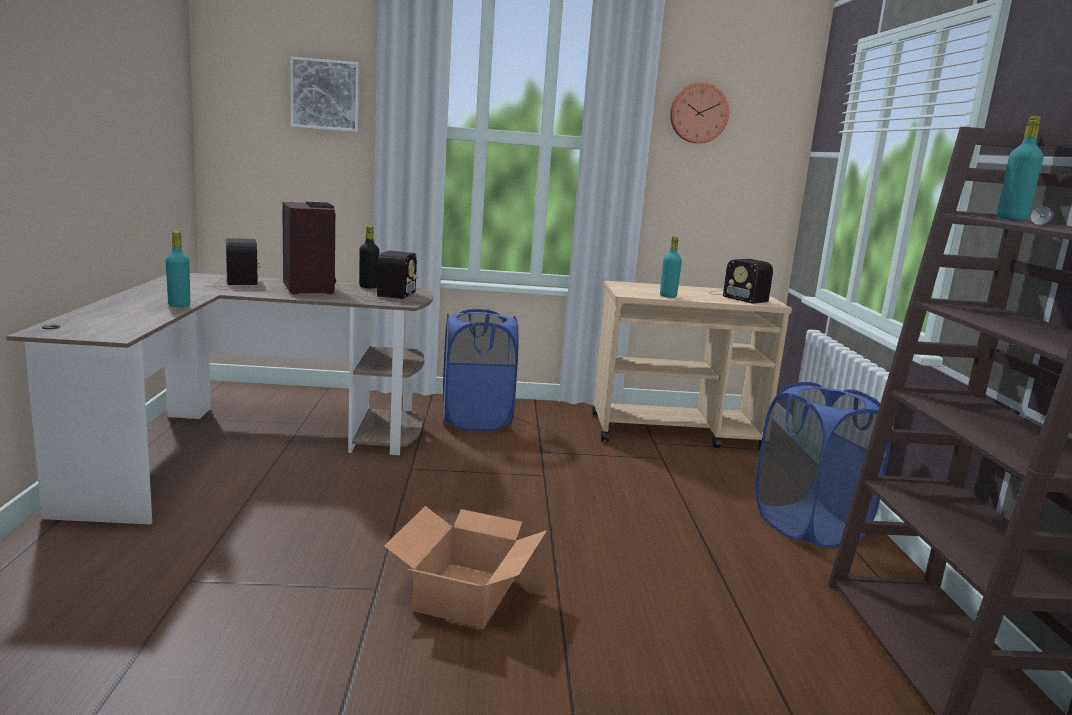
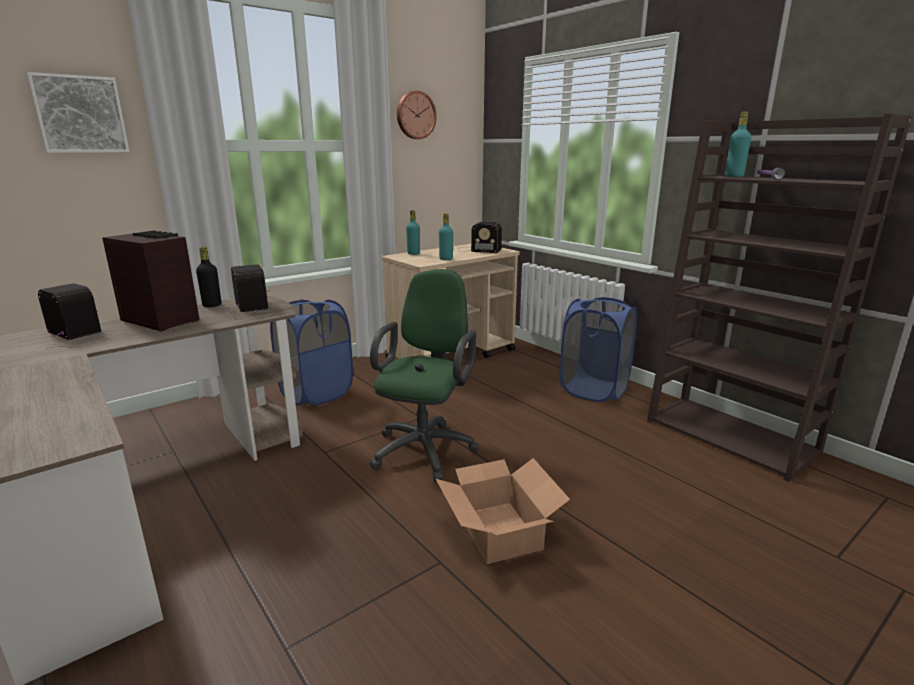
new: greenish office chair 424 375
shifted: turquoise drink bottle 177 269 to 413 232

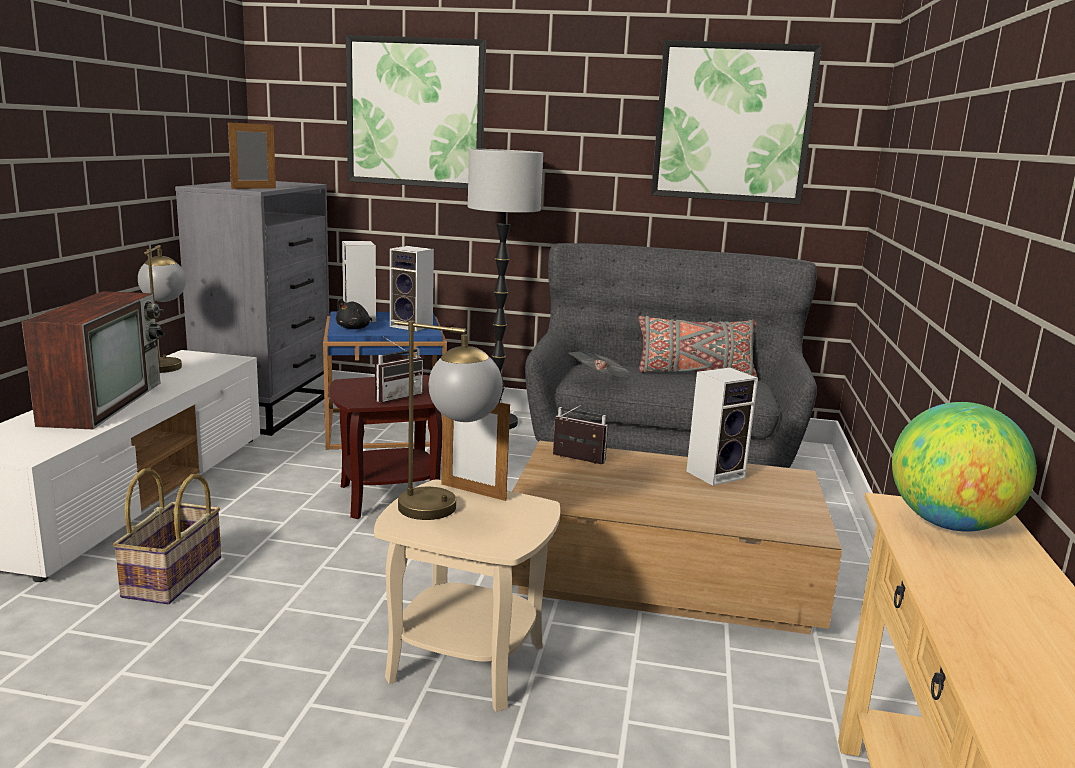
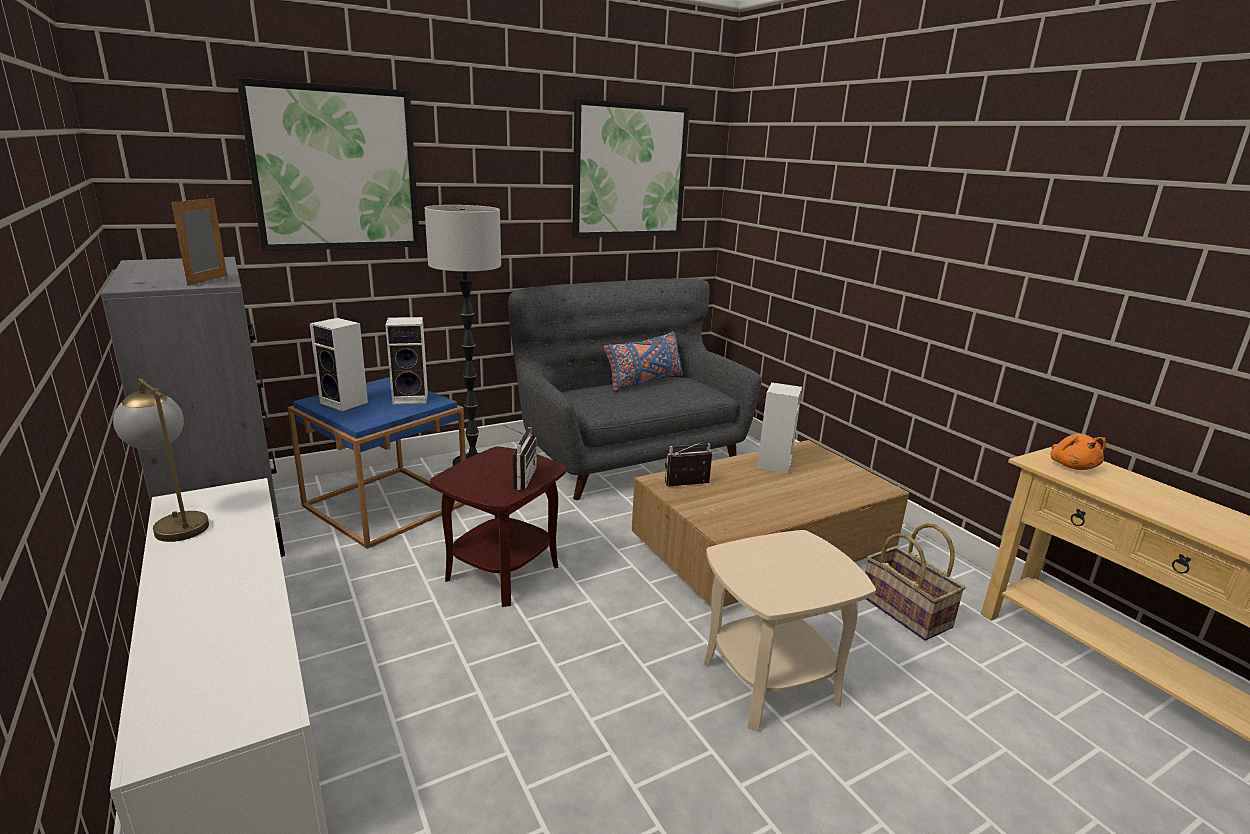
gone: TV 93 360; black soft toy 354 314; tabletop lamp 448 420; standing frame 475 451; newspaper 599 364
shifted: storage basket 167 536 to 915 582
swapped: desk globe 964 467 to orange soft toy 1078 452
repainted: gray throw pillow 697 346 to bluish throw pillow 643 361

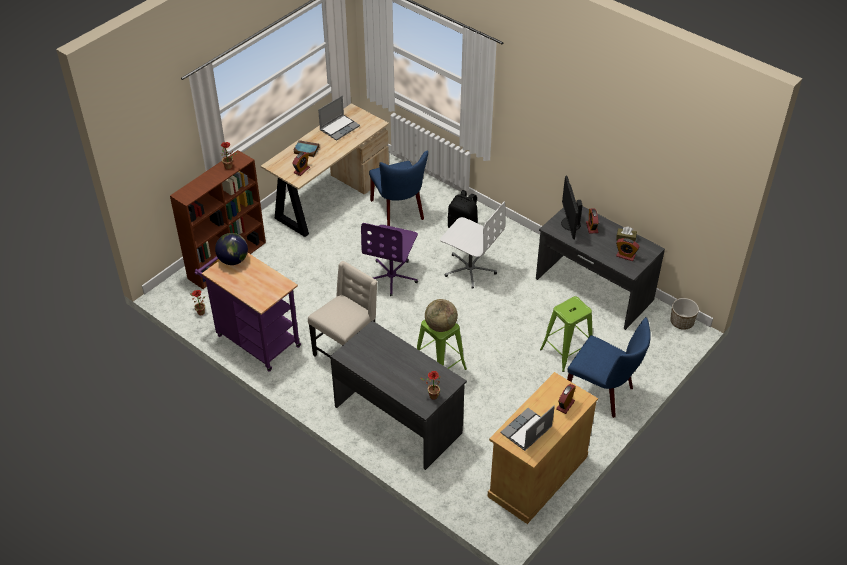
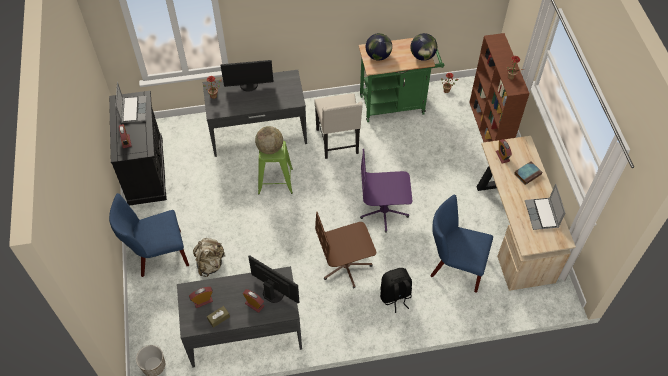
new: computer screen 247 76; desk globe 379 47
swapped: greenish stool seat 566 334 to sand-coloured knapsack 209 257
repainted: purple-coloured wheeled cart 247 312 to greenish wheeled cart 401 80; white office chair 472 245 to brownish office chair 345 250; sand-coloured storage cabinet 542 448 to black storage cabinet 138 148
rotated: purple-coloured office chair 389 259 = 386 191 60 degrees counterclockwise

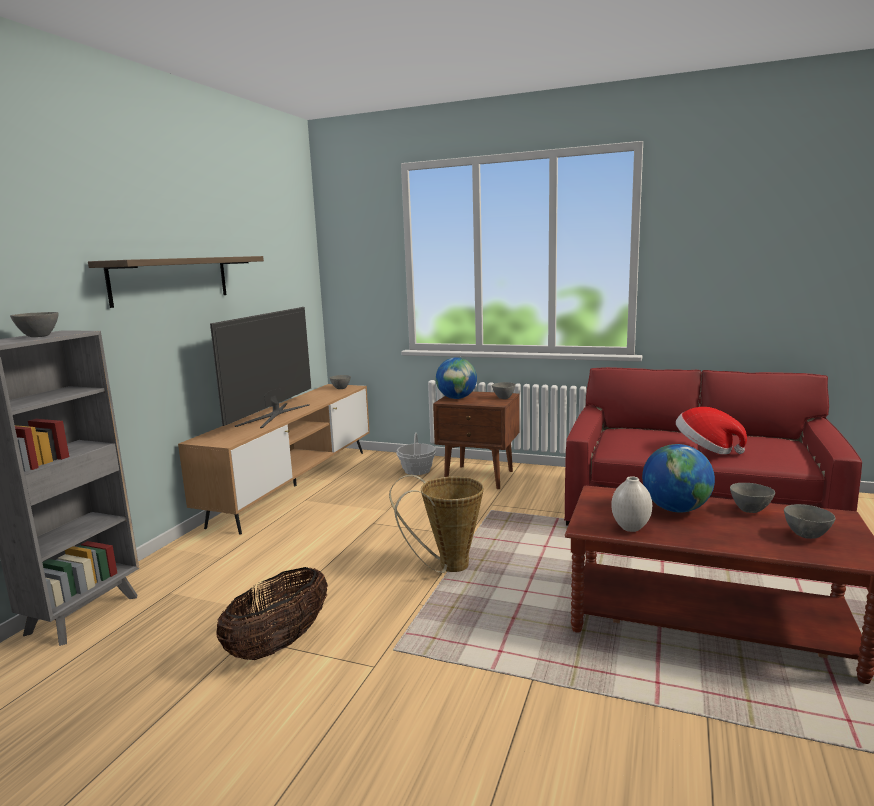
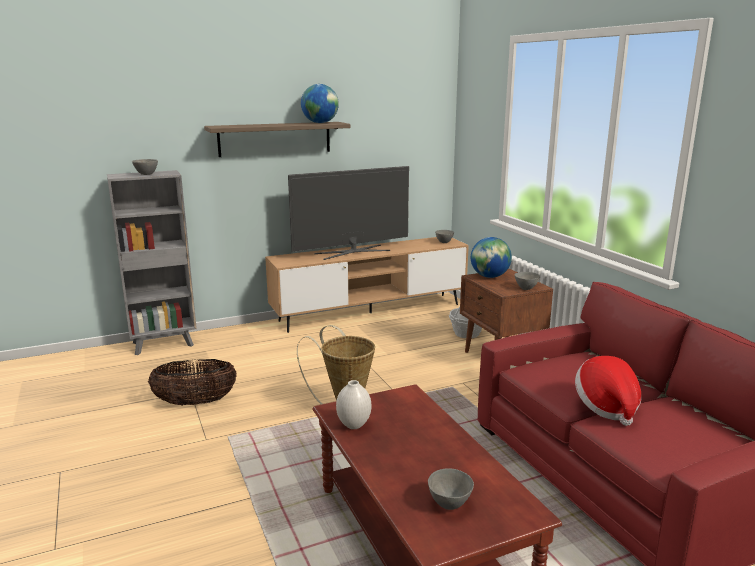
gone: gray deep dish 752 498
shifted: desk globe 678 478 to 320 103

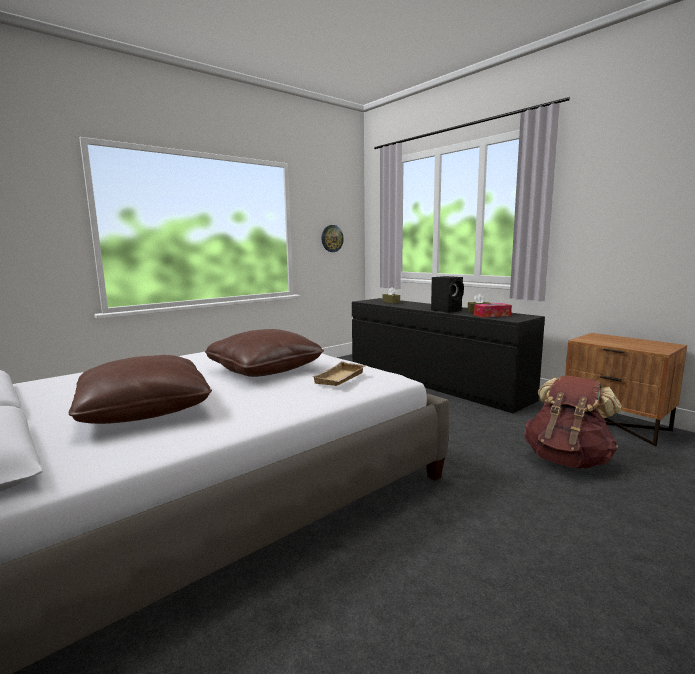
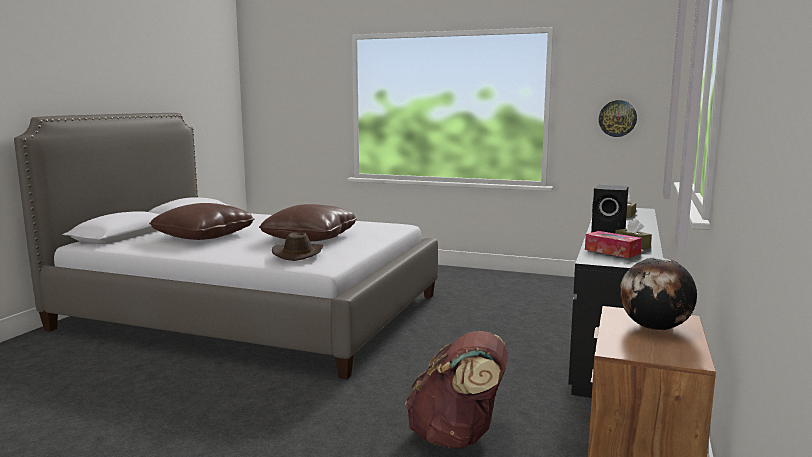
new: desk globe 658 293
swapped: sand-coloured serving tray 339 373 to brownish hat 297 246

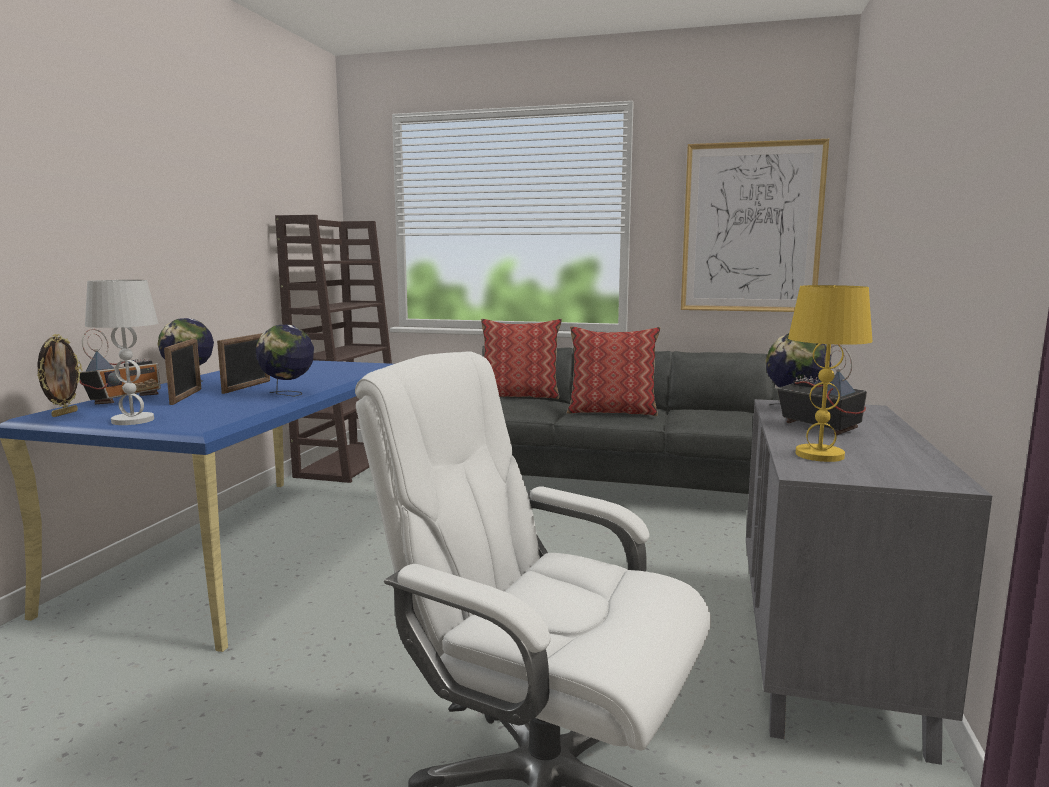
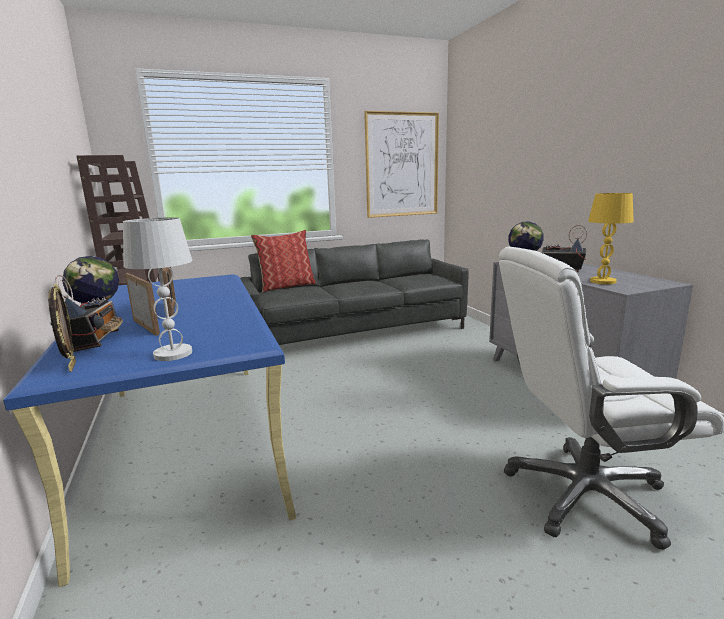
gone: desk globe 285 361; throw pillow 614 371

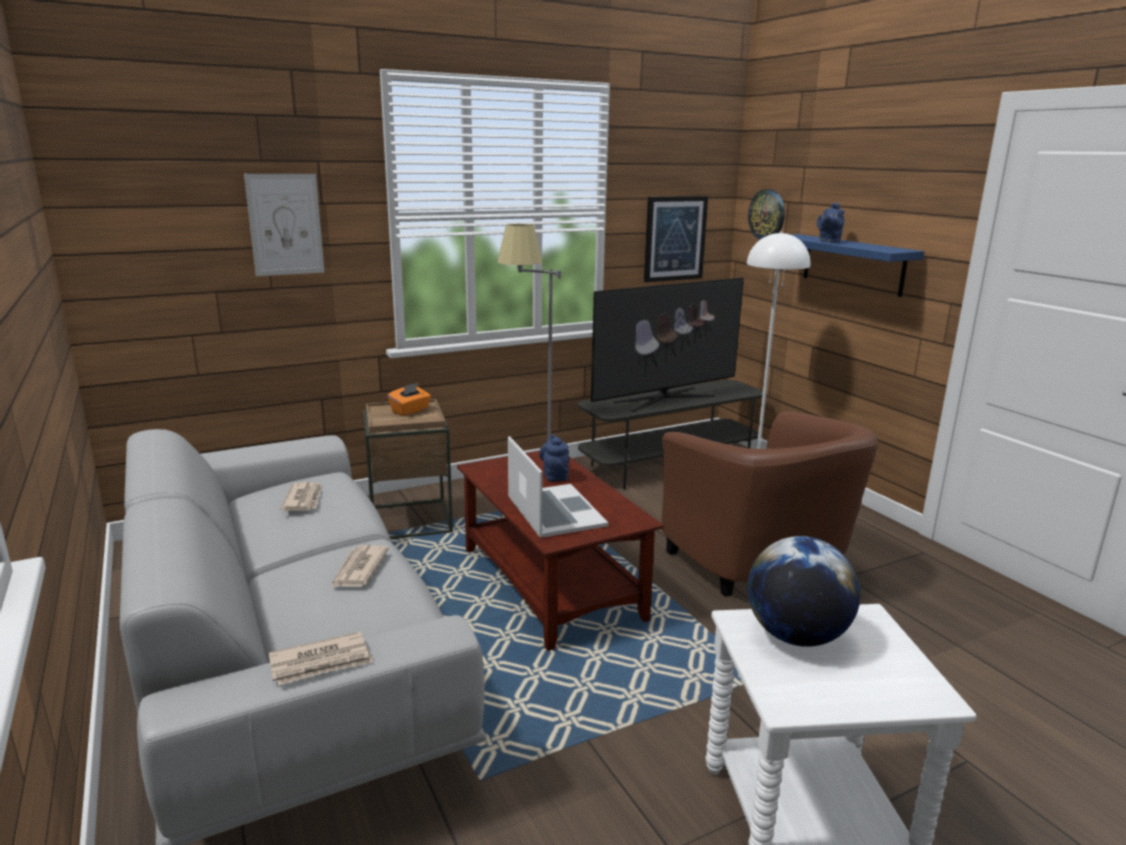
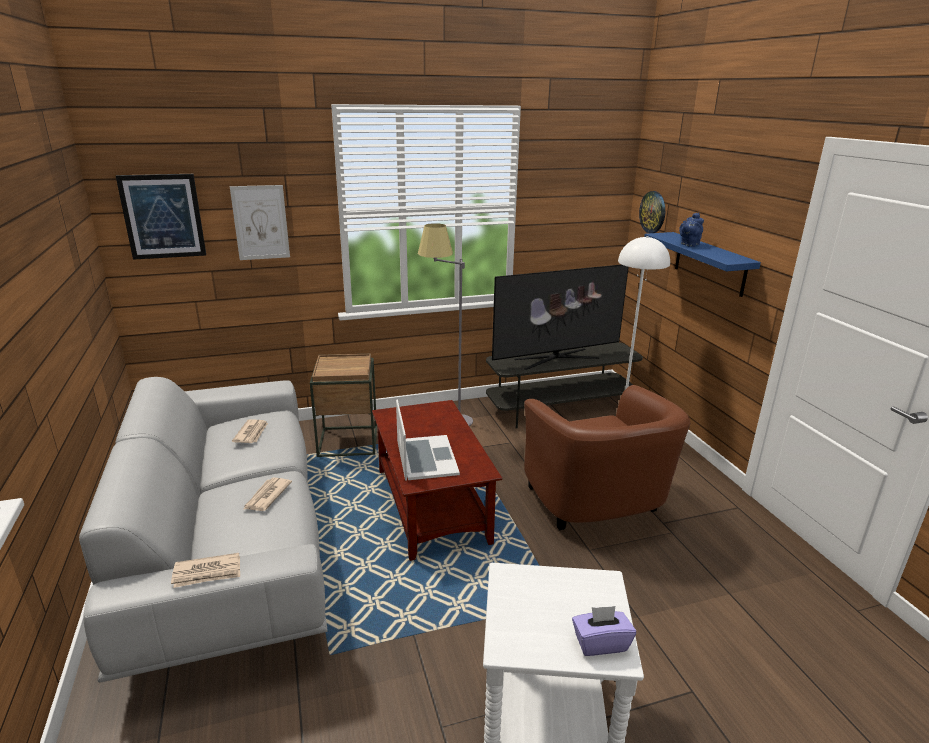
gone: orange tissue holder 409 399; bluish tea pot 554 457; desk globe 804 591
new: purple-coloured tissue holder 604 631
shifted: picture 676 239 to 161 217

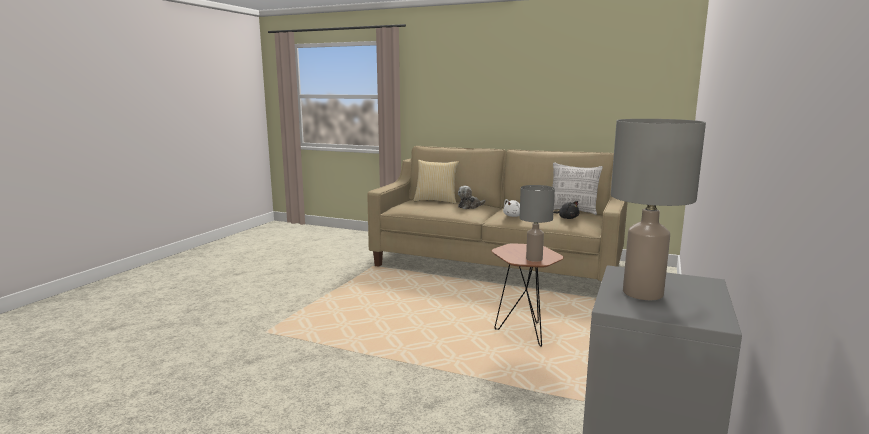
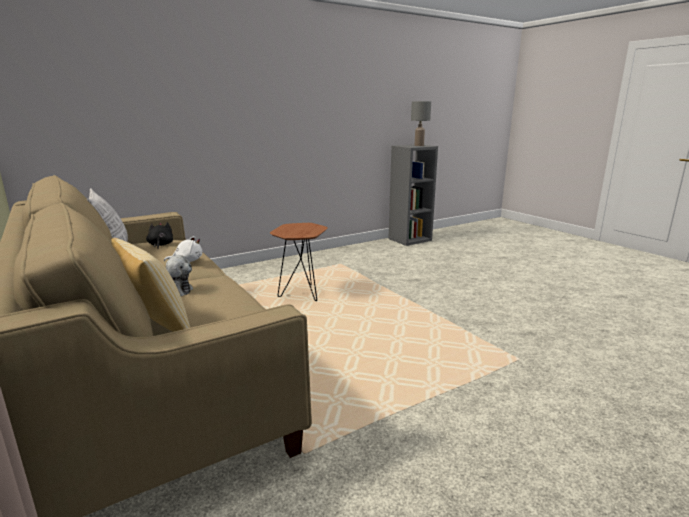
gone: gray tabletop lamp 537 223

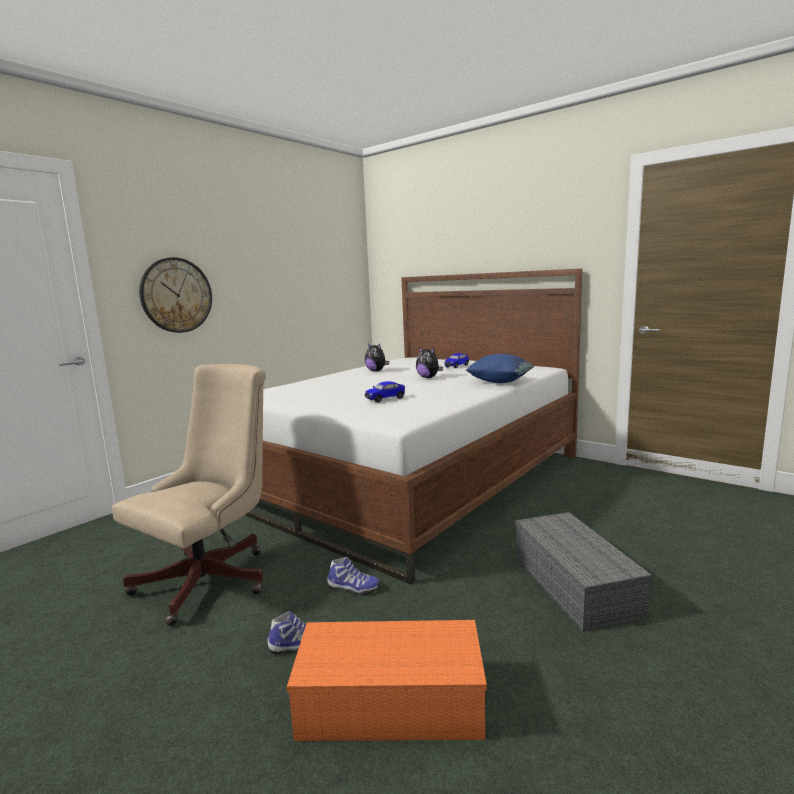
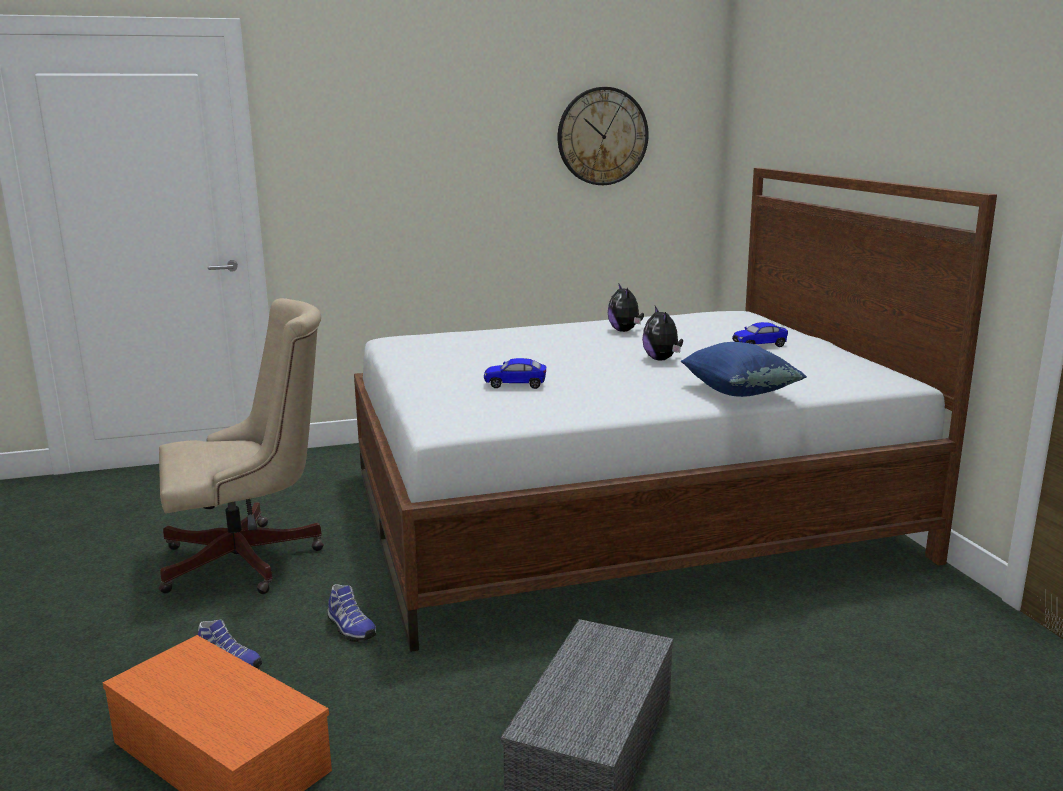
shifted: wall clock 175 295 to 603 136

